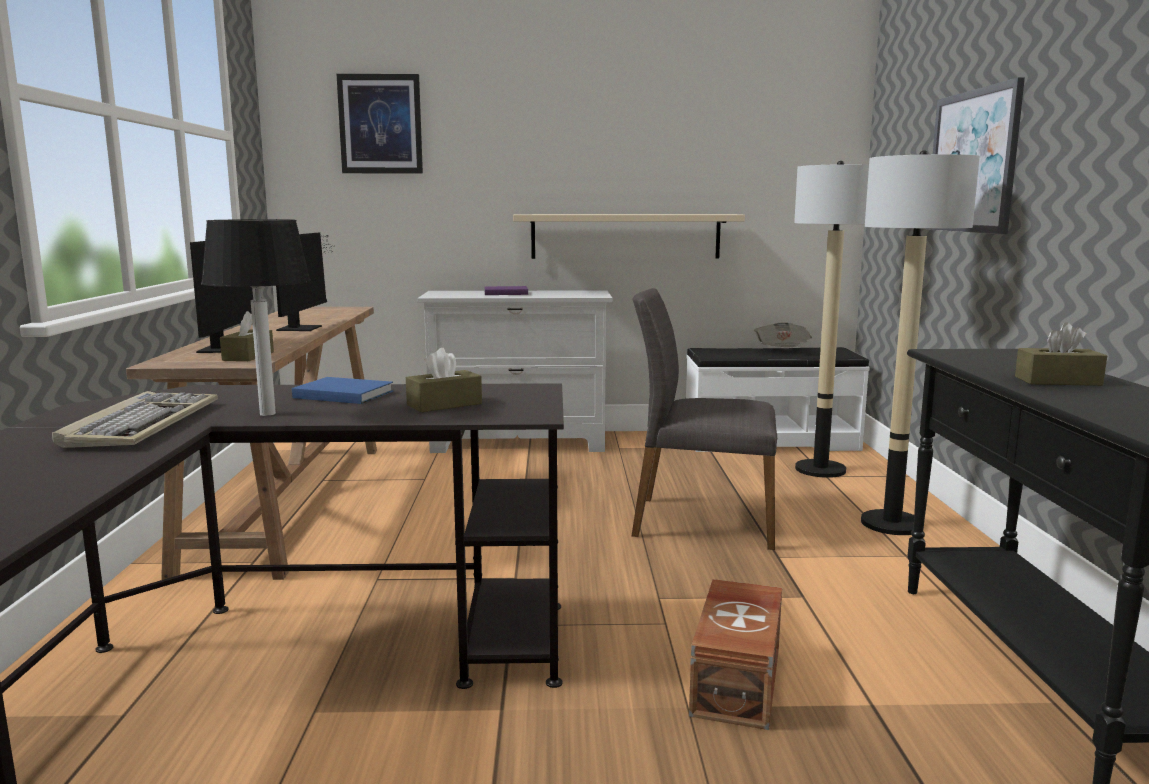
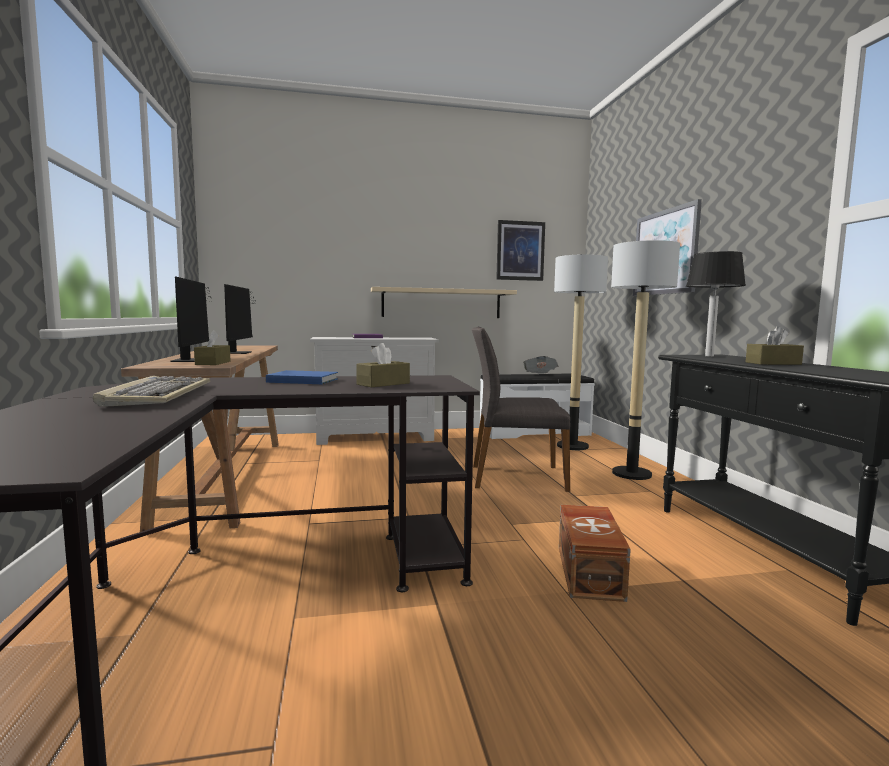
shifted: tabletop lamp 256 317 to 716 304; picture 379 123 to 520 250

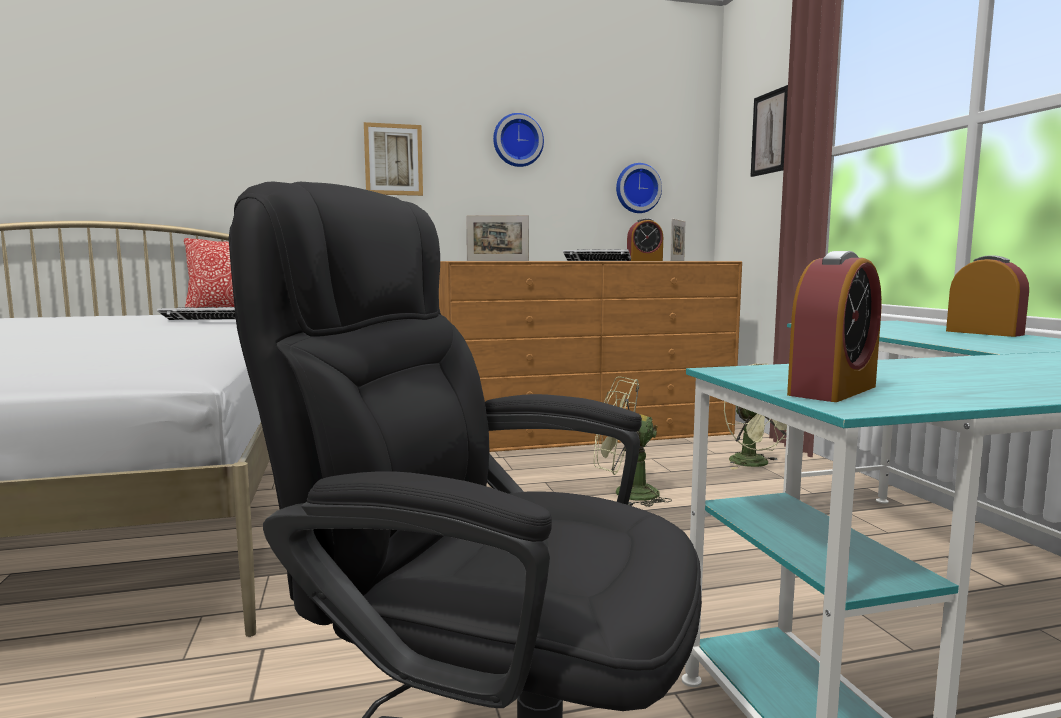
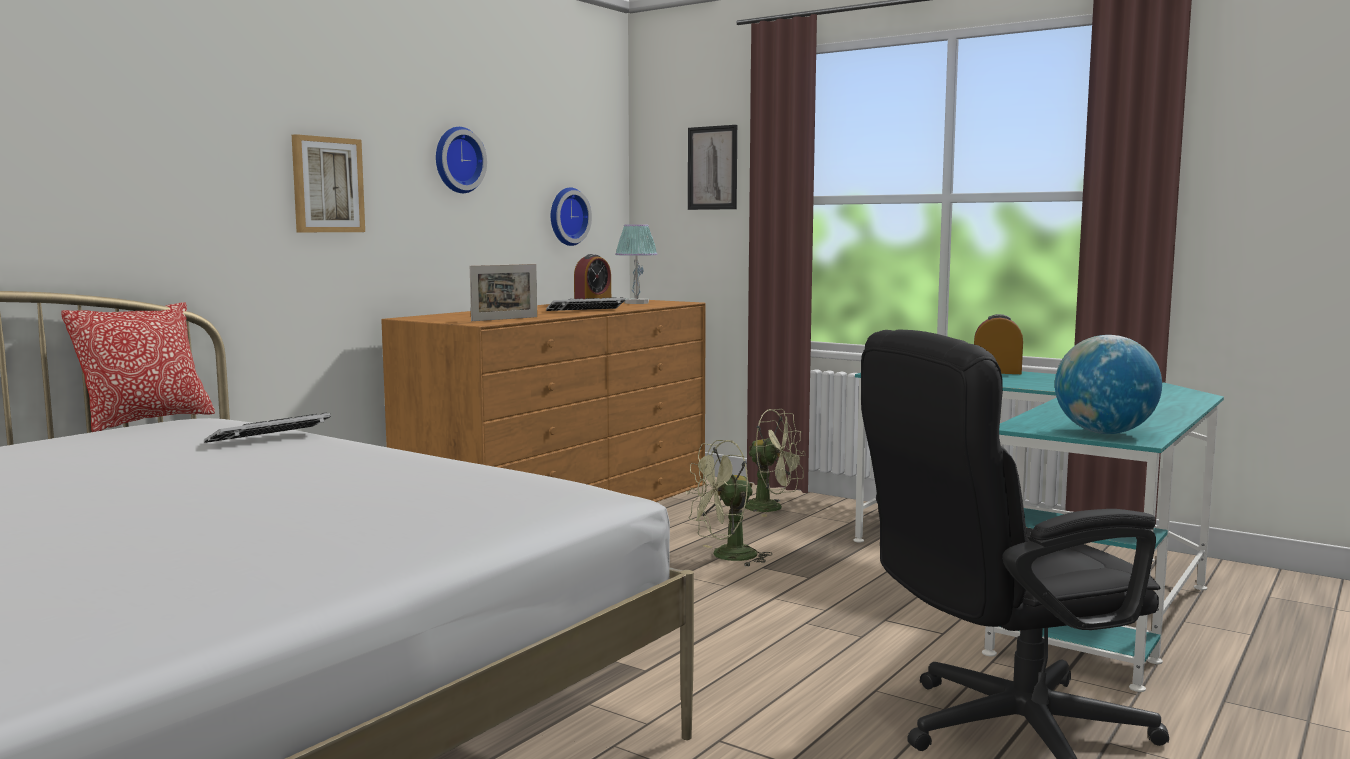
swapped: standing frame 677 239 to tabletop lamp 636 264; bedside clock 834 326 to desk globe 1108 384

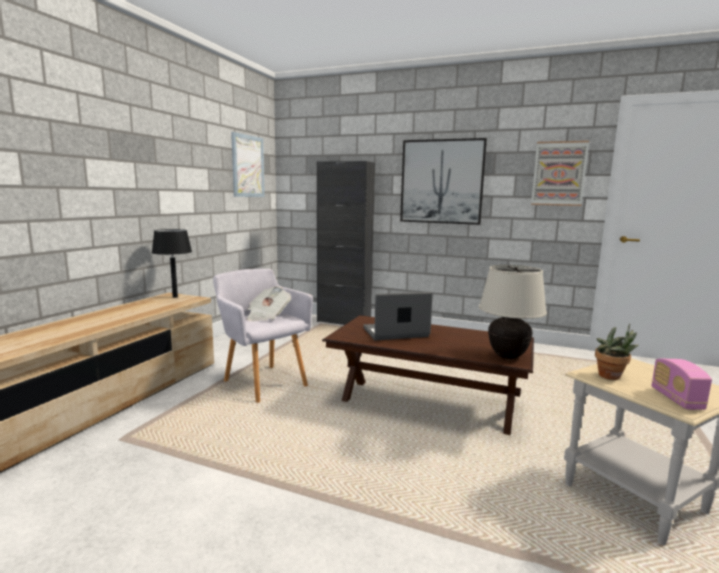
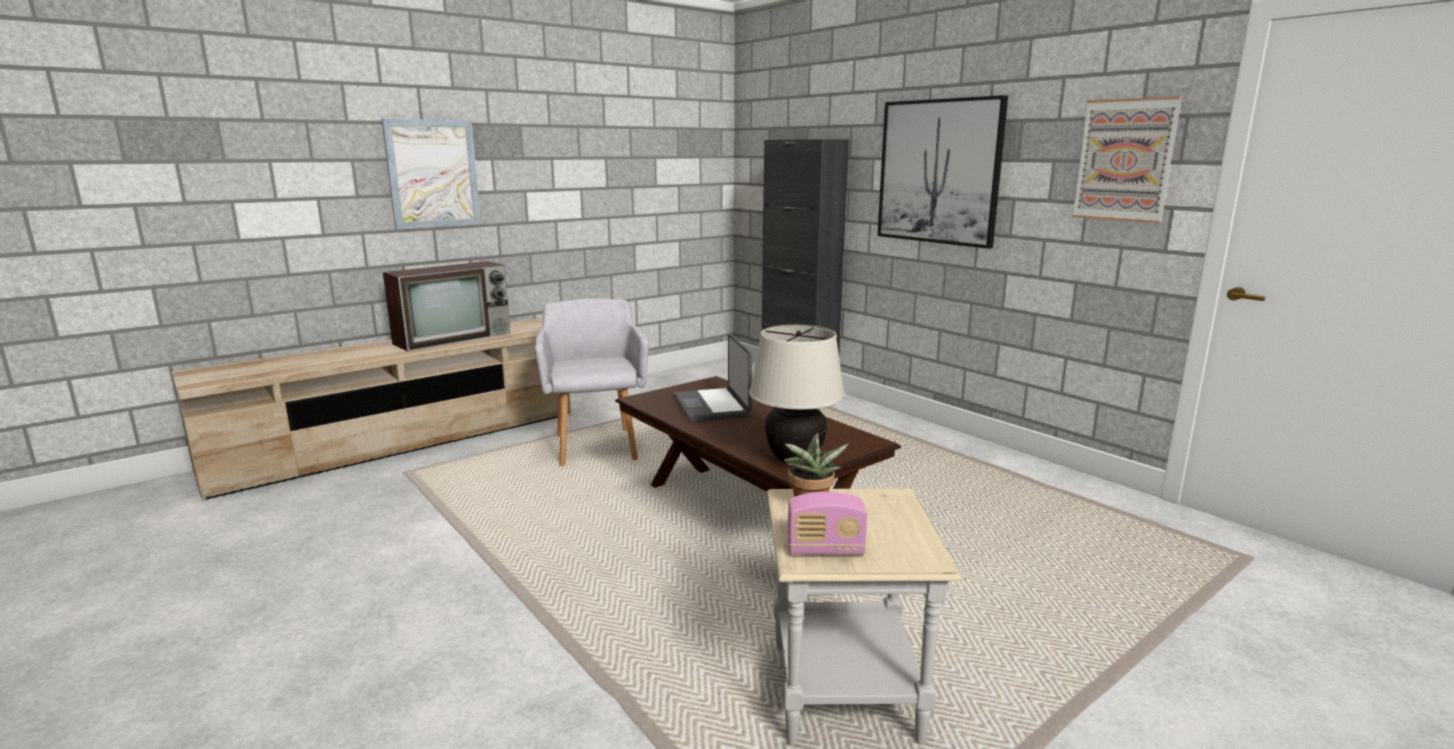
gone: black tabletop lamp 172 263; newspaper 269 303
new: TV 446 306
shifted: picture 248 164 to 431 174
rotated: laptop 398 316 = 713 378 120 degrees counterclockwise; radio set 682 384 = 827 523 120 degrees counterclockwise

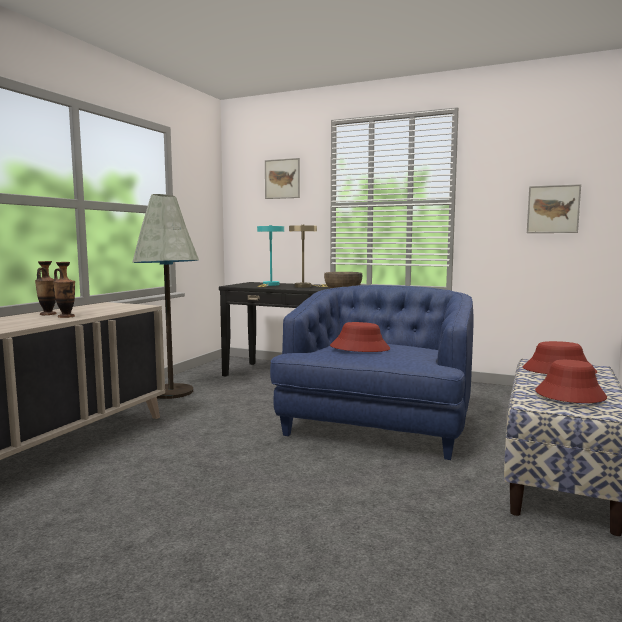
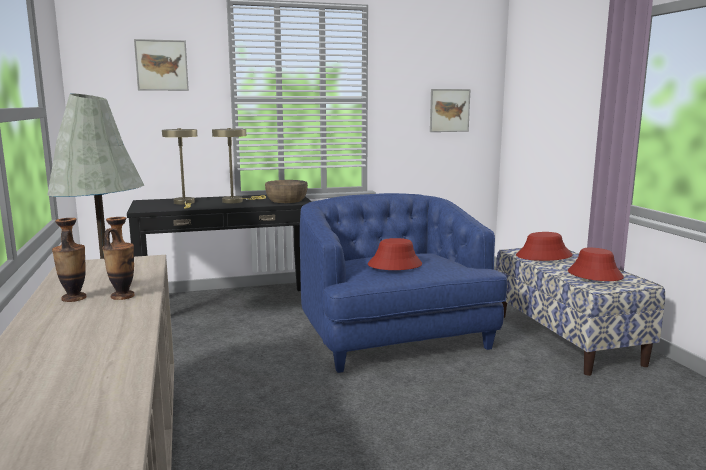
repainted: turquoise tabletop lamp 270 256 to sand-coloured tabletop lamp 179 168

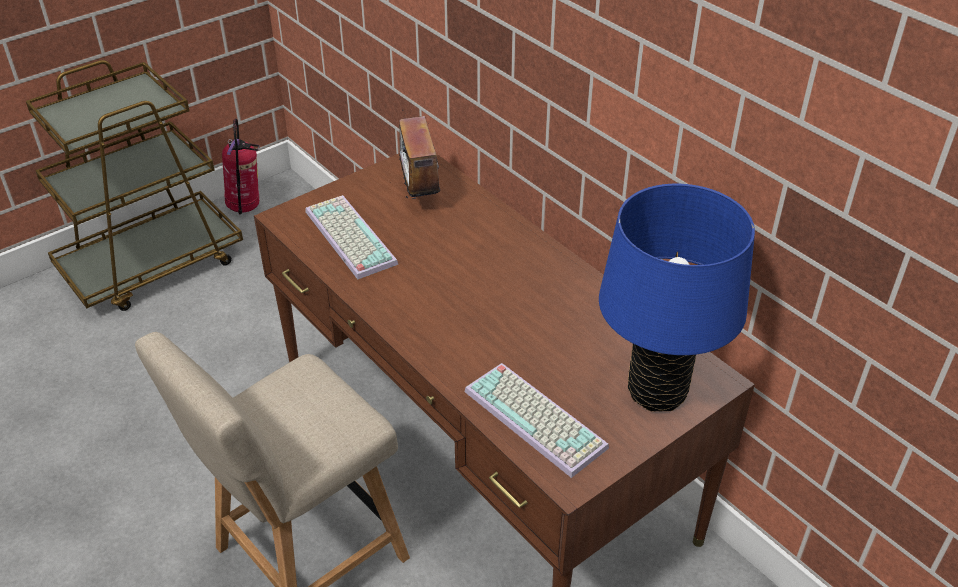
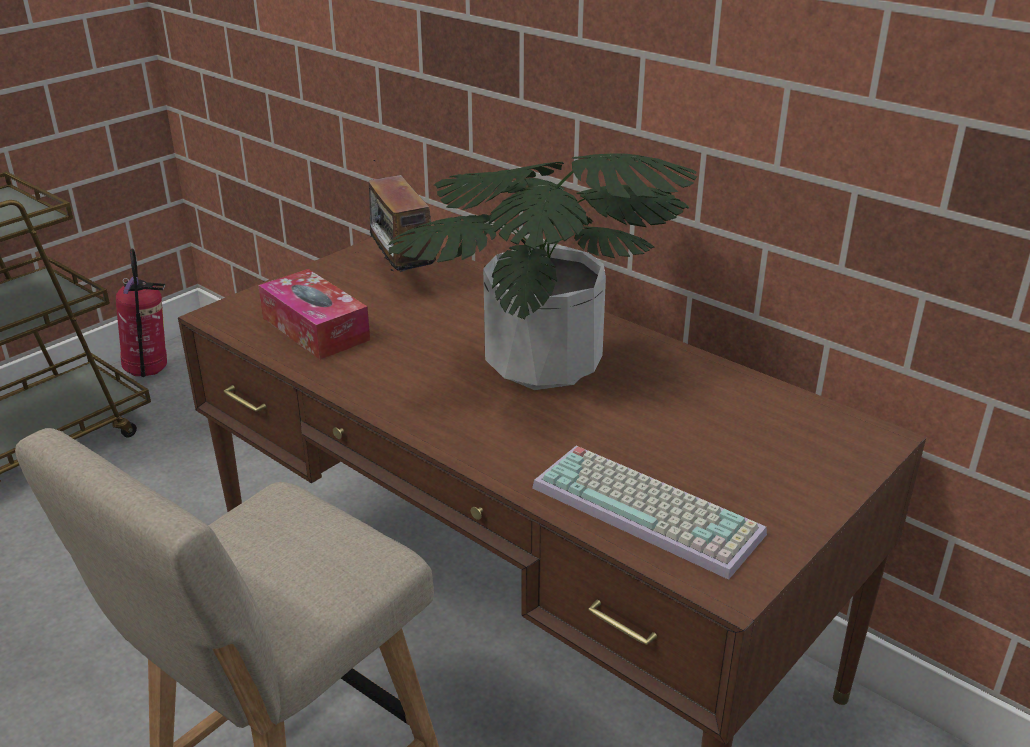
gone: bluish tabletop lamp 677 297
new: plant in a pot 542 271
swapped: computer keyboard 351 237 to tissue holder 314 314

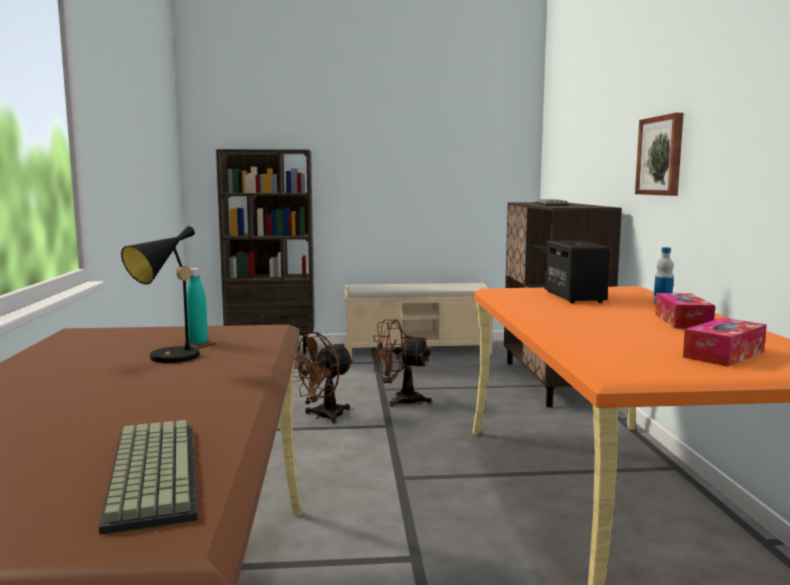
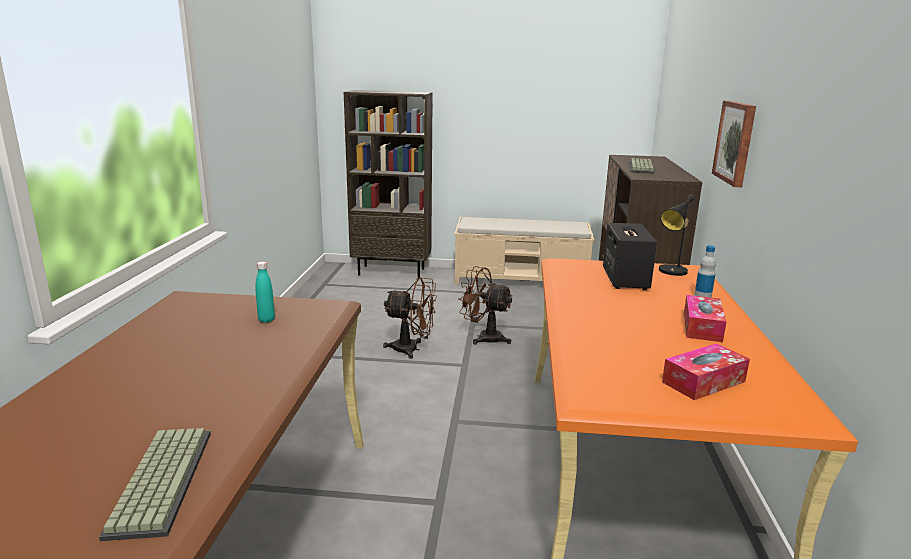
shifted: black tabletop lamp 168 294 to 677 235
rotated: brownish cooling fan 323 378 = 410 318 135 degrees counterclockwise

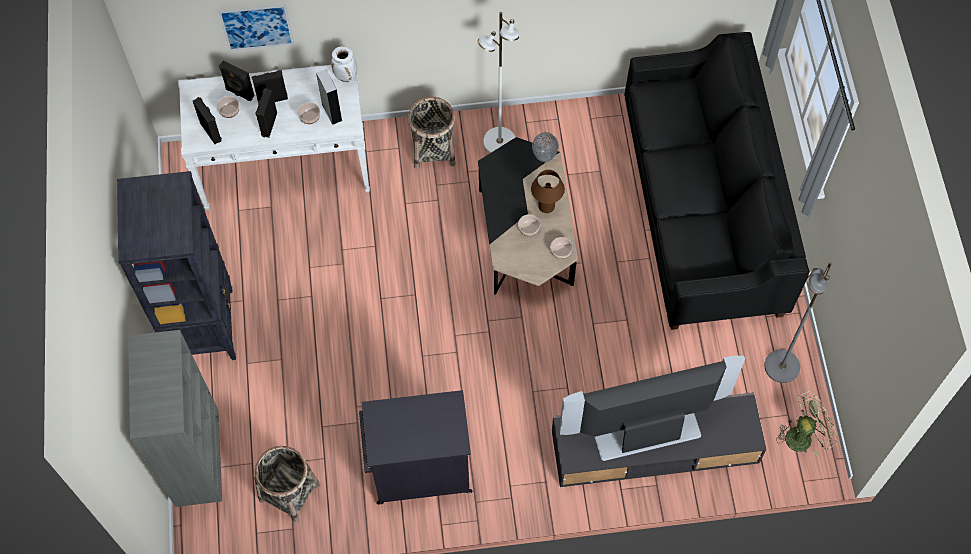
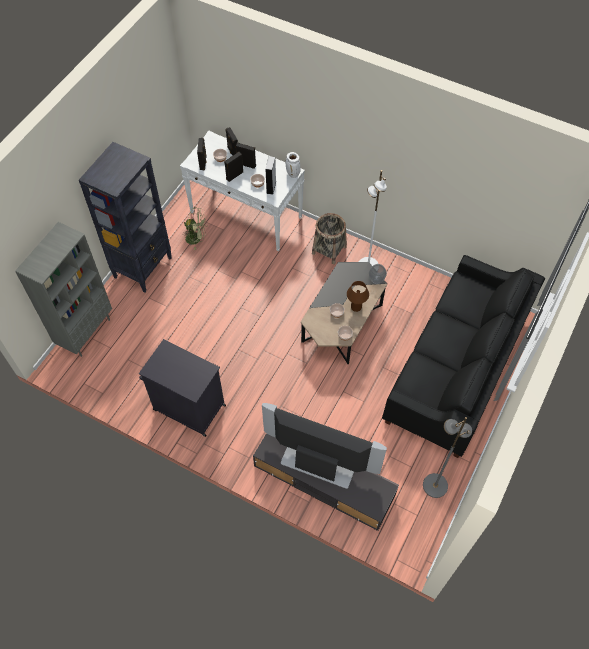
gone: picture 256 27; storage basket 287 484
shifted: greenish cooling fan 807 423 to 194 228

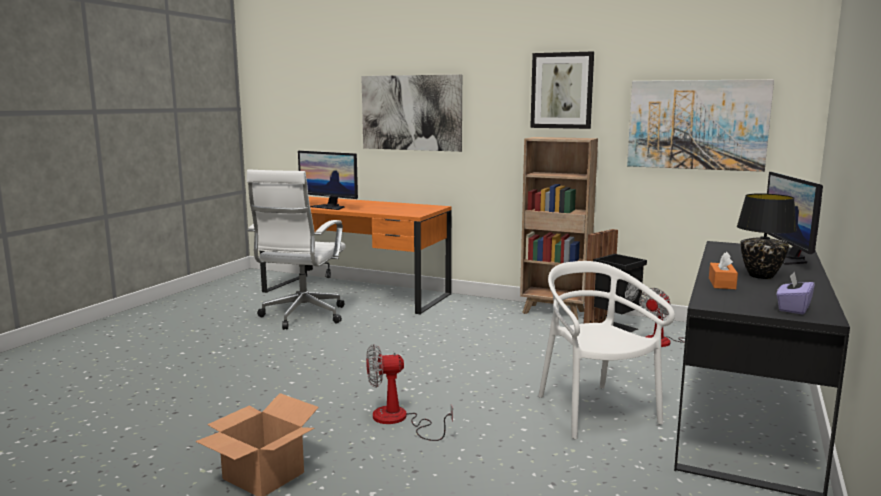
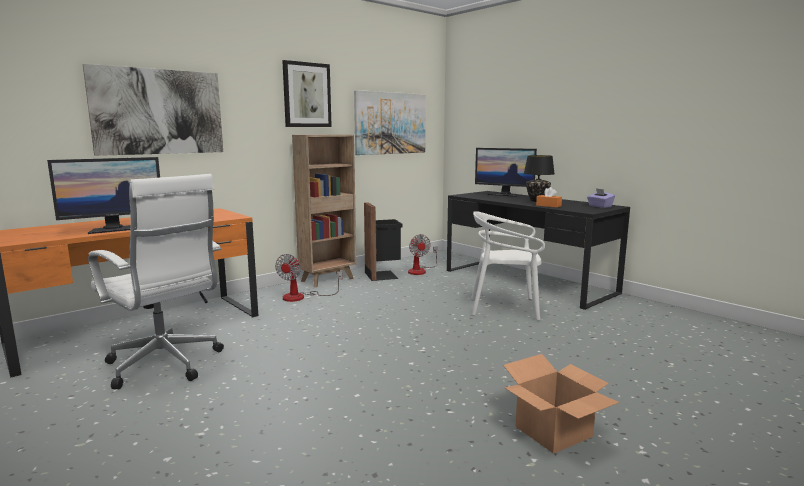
shifted: cooling fan 409 392 to 308 278

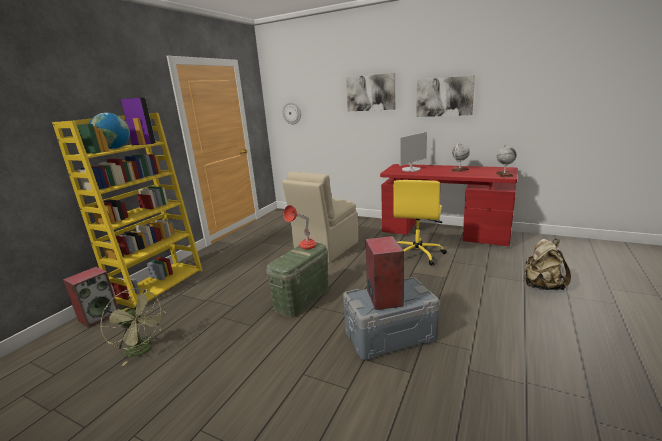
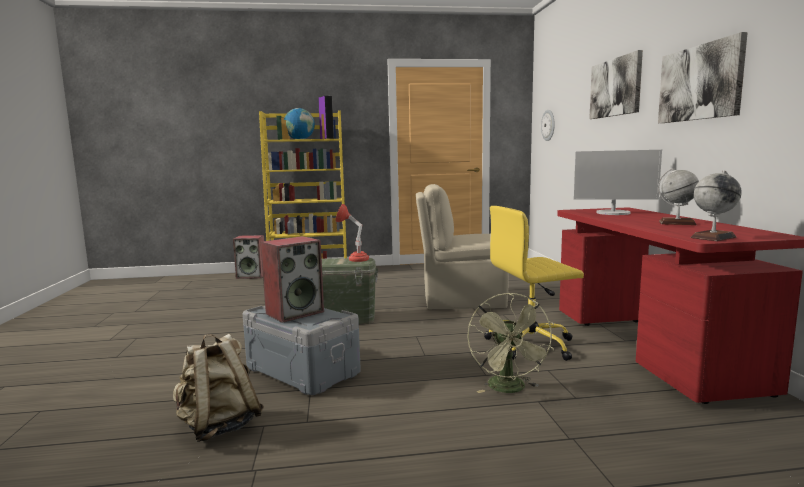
shifted: greenish cooling fan 133 327 to 510 343; sand-coloured knapsack 547 264 to 218 388

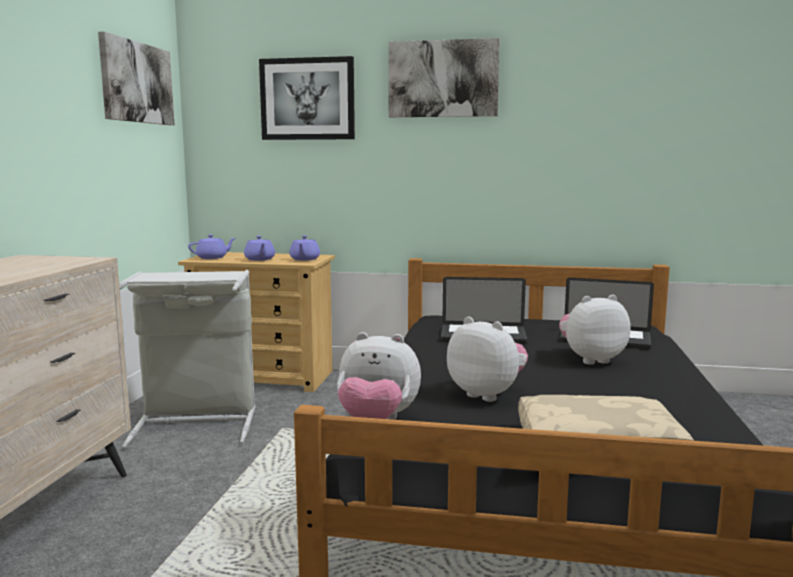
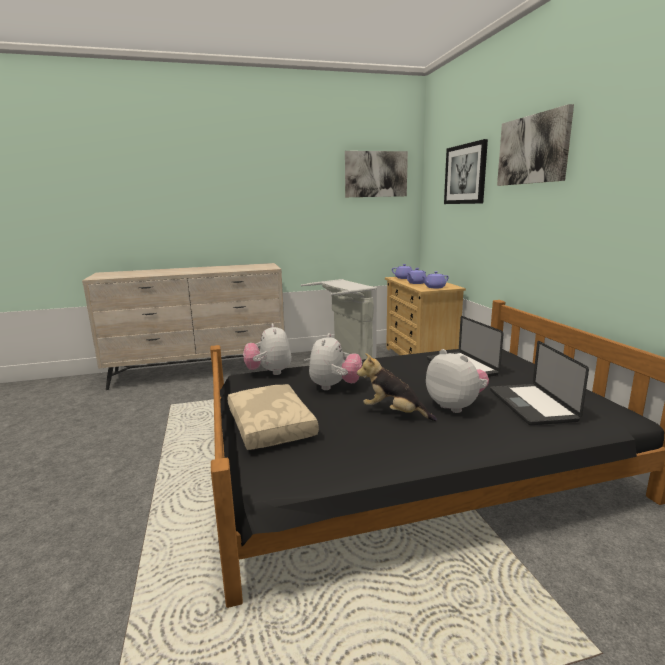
new: soft toy 397 387

